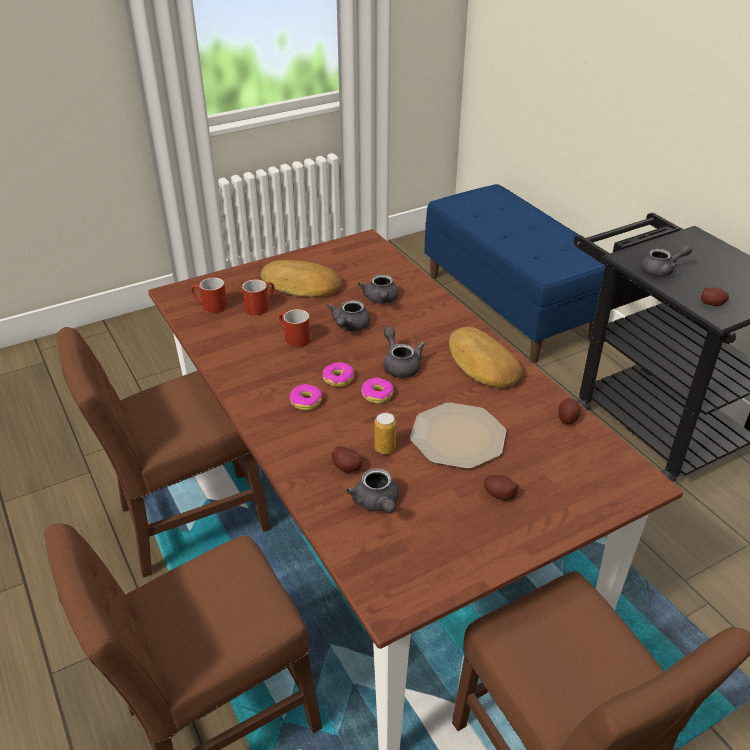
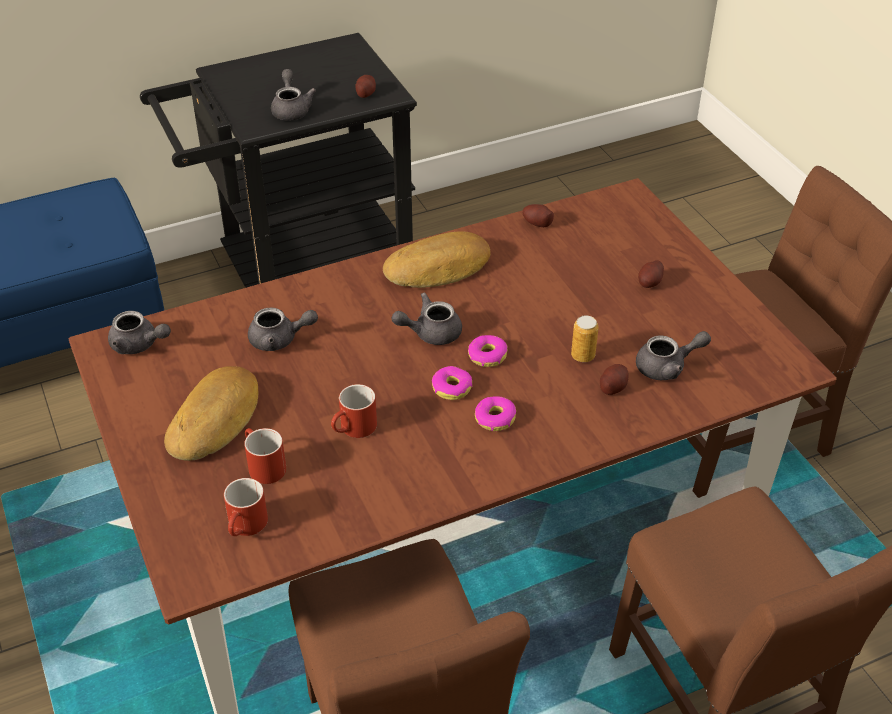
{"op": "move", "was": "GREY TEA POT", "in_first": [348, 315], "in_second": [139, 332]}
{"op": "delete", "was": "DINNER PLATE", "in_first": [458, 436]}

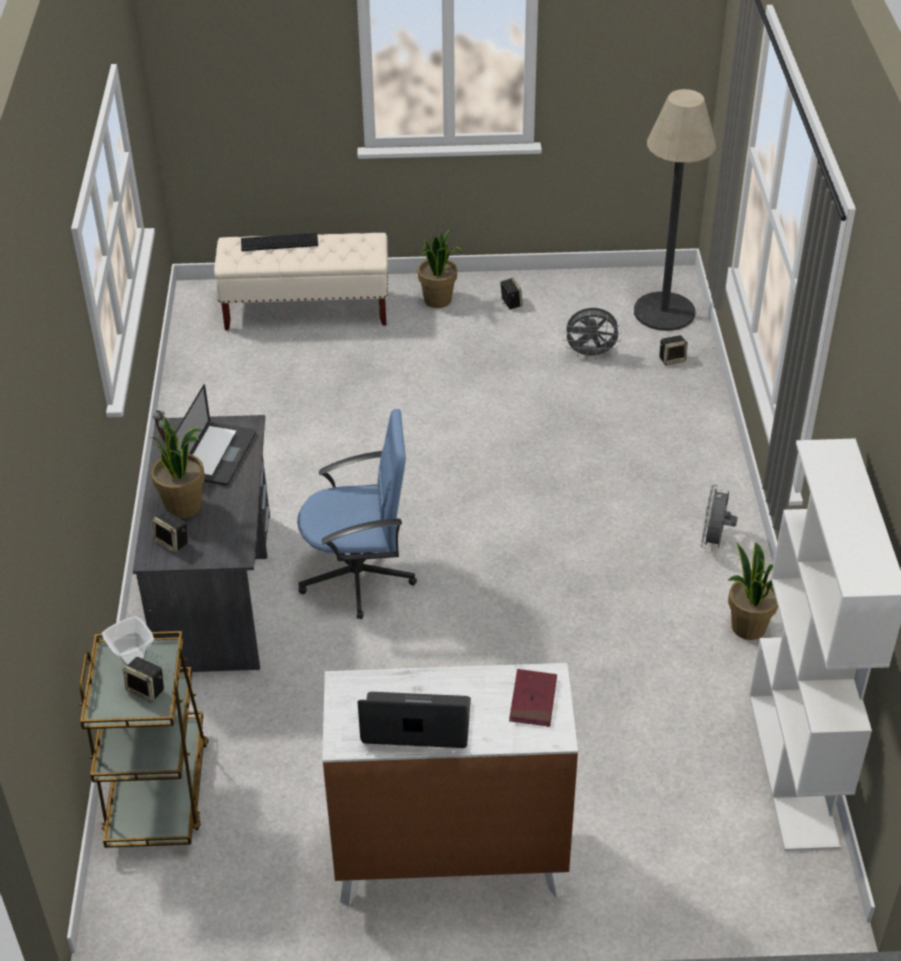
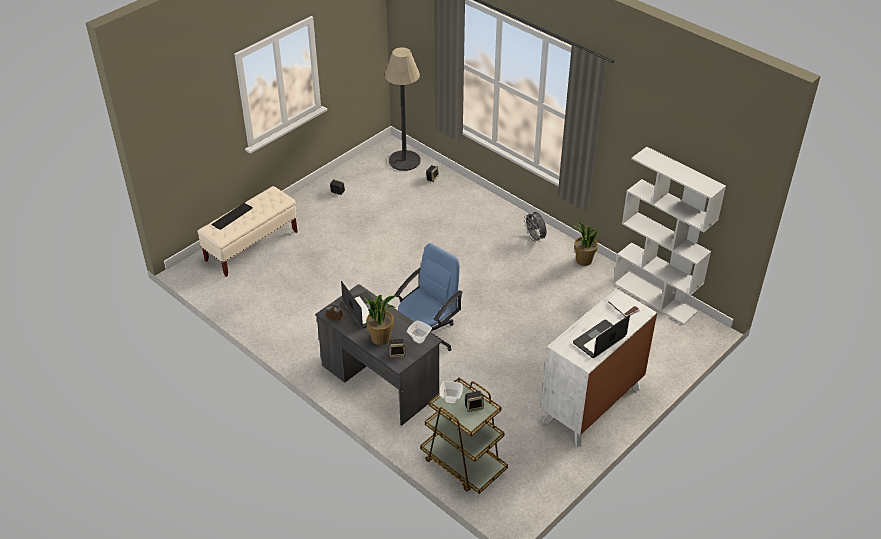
{"op": "delete", "was": "PLANT IN A POT", "in_first": [440, 268]}
{"op": "recolor", "was": "REDDISH BOOK", "now": "WHITE-COLOURED BOOK", "in_first": [533, 698], "in_second": [623, 305]}
{"op": "delete", "was": "GREY FAN", "in_first": [592, 334]}
{"op": "insert", "now": "DEEP DISH", "in_second": [419, 332]}

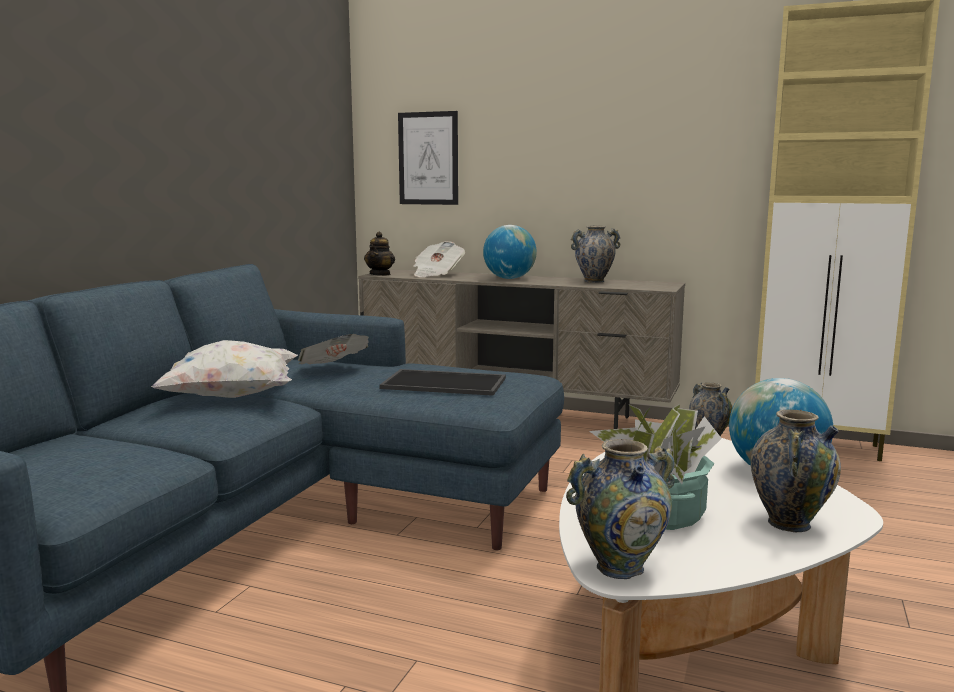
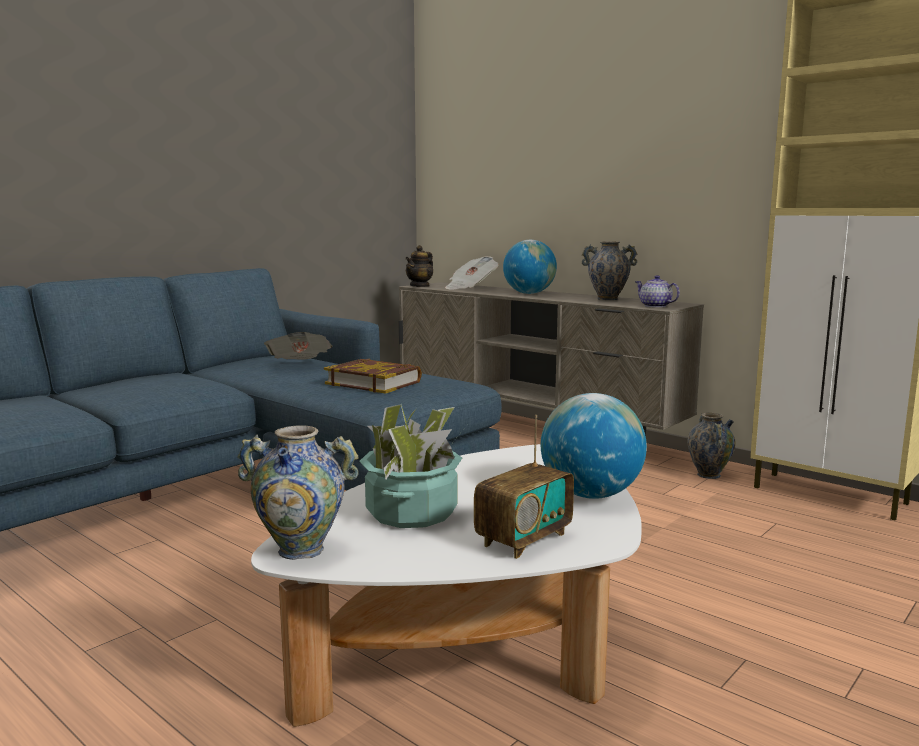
{"op": "delete", "was": "WHITE-COLOURED THROW PILLOW", "in_first": [224, 369]}
{"op": "replace", "was": "TRAY", "now": "BOOK", "in_first": [442, 382], "in_second": [373, 376]}
{"op": "delete", "was": "WALL ART", "in_first": [428, 158]}
{"op": "replace", "was": "FLOWER VASE", "now": "RADIO SET", "in_first": [796, 471], "in_second": [524, 487]}
{"op": "insert", "now": "TEA POT", "in_second": [657, 291]}

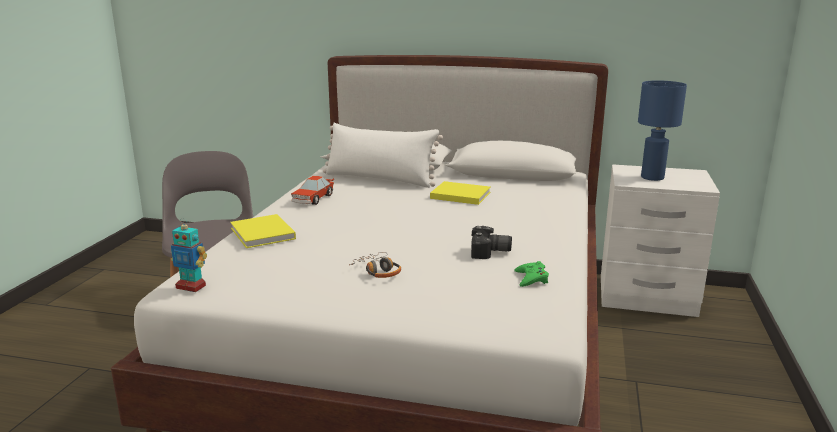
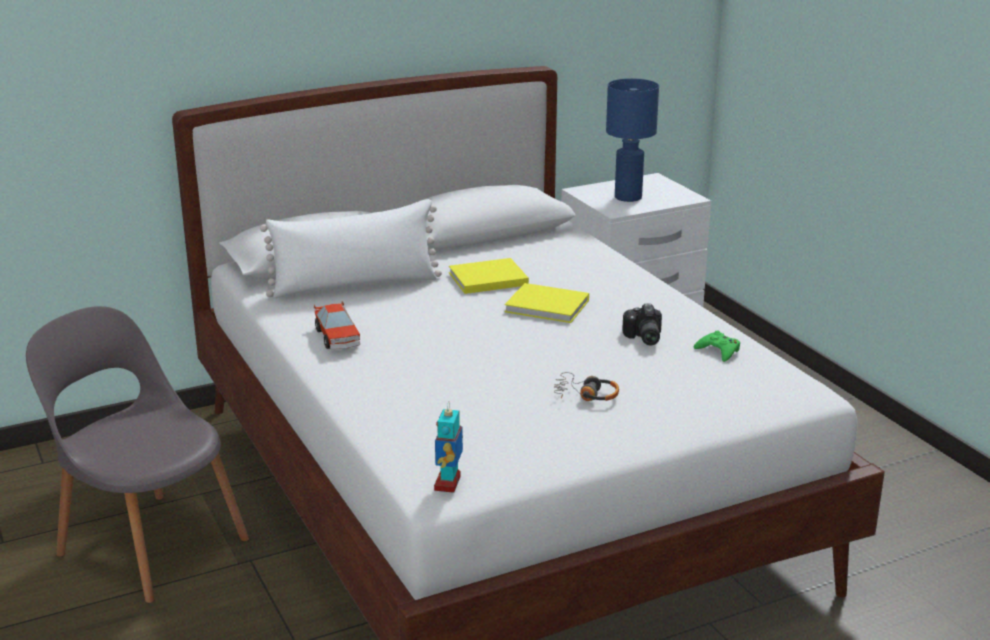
{"op": "rotate", "was": "TOY ROBOT", "in_first": [189, 255], "in_second": [448, 447], "clockwise": 120}
{"op": "move", "was": "YELLOW-COLOURED BOOK", "in_first": [263, 231], "in_second": [546, 303]}
{"op": "rotate", "was": "STILL CAMERA", "in_first": [491, 242], "in_second": [642, 324], "clockwise": 120}

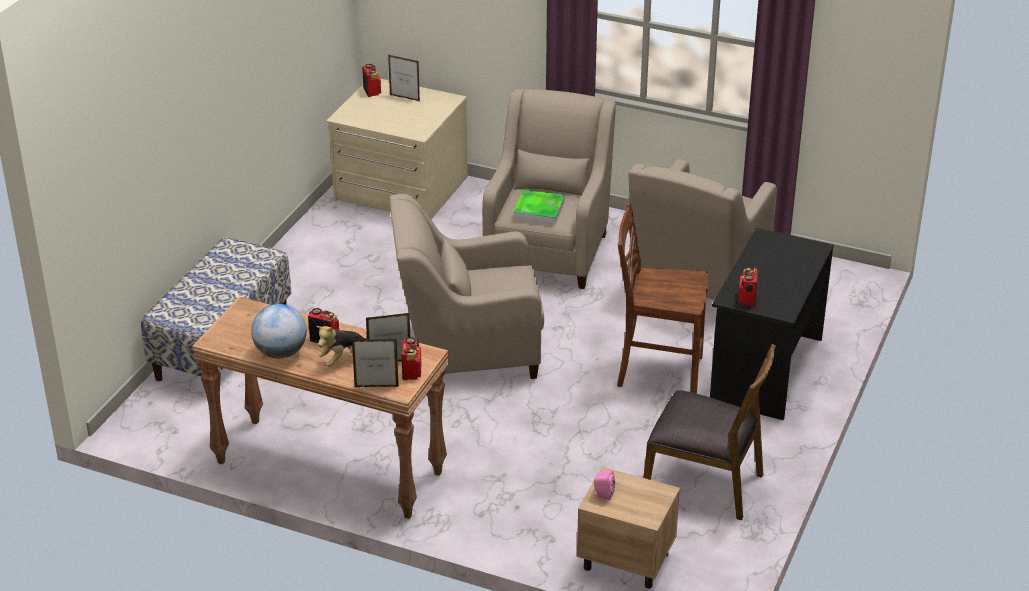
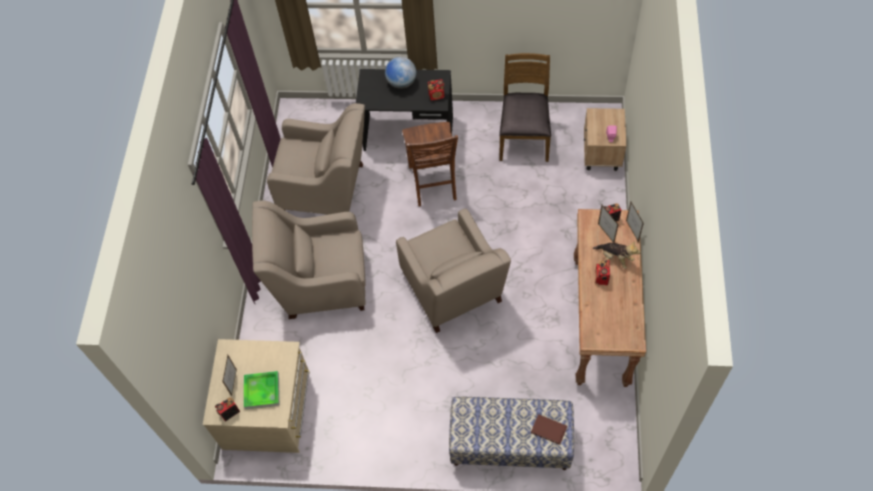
{"op": "move", "was": "GLOBE", "in_first": [279, 331], "in_second": [400, 73]}
{"op": "move", "was": "TRAY", "in_first": [539, 207], "in_second": [262, 390]}
{"op": "insert", "now": "BROWN BOOK", "in_second": [549, 429]}

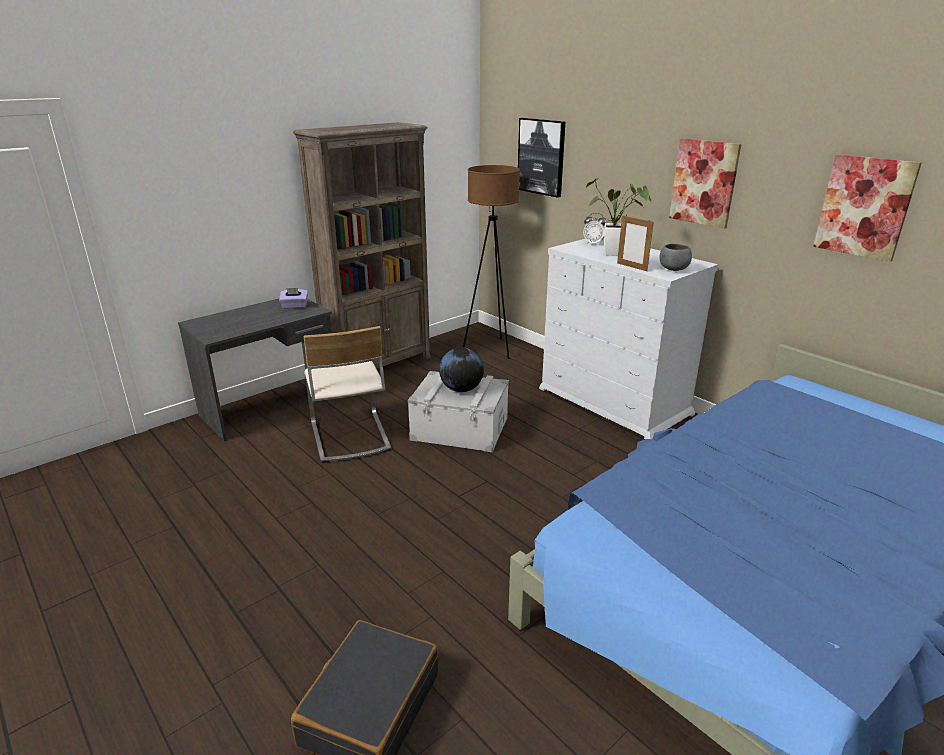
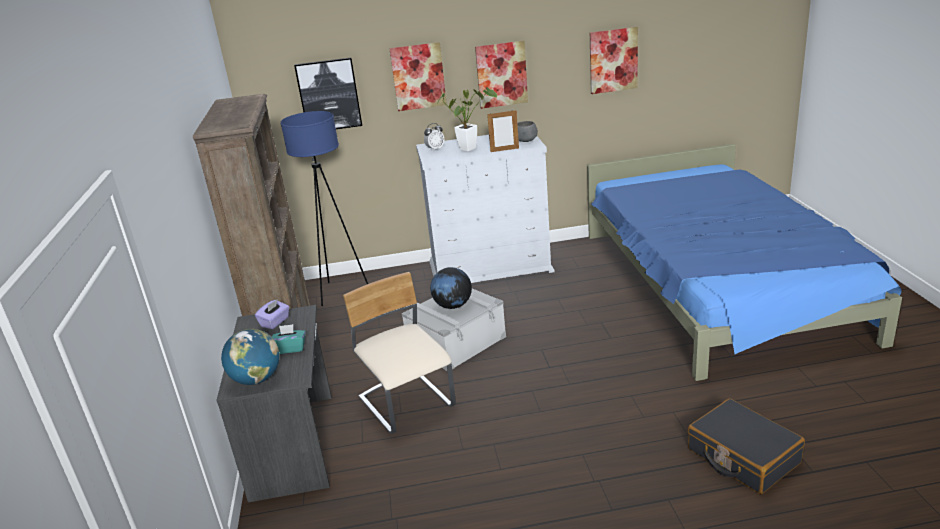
{"op": "rotate", "was": "BEIGE UPRIGHT CHAIR", "in_first": [347, 394], "in_second": [399, 353], "clockwise": -135}
{"op": "recolor", "was": "BROWN FLOOR LAMP", "now": "BLUE FLOOR LAMP", "in_first": [491, 262], "in_second": [324, 208]}
{"op": "insert", "now": "GLOBE", "in_second": [250, 357]}
{"op": "insert", "now": "TURQUOISE TISSUE BOX", "in_second": [289, 339]}
{"op": "insert", "now": "WALL ART", "in_second": [418, 76]}

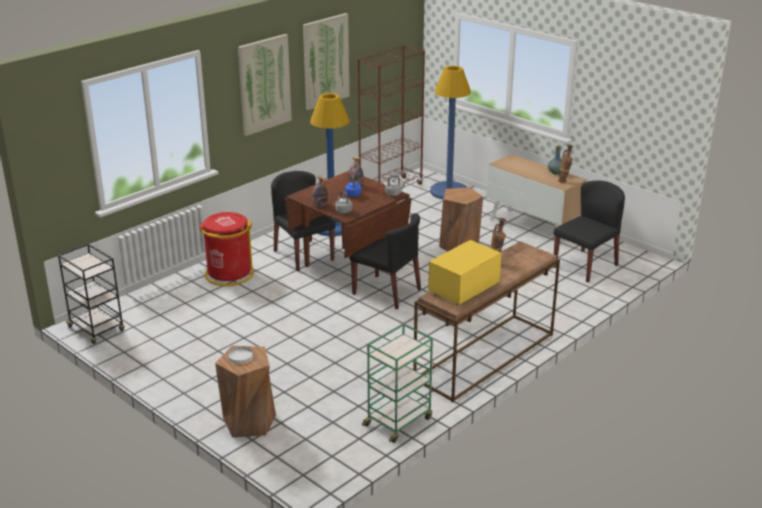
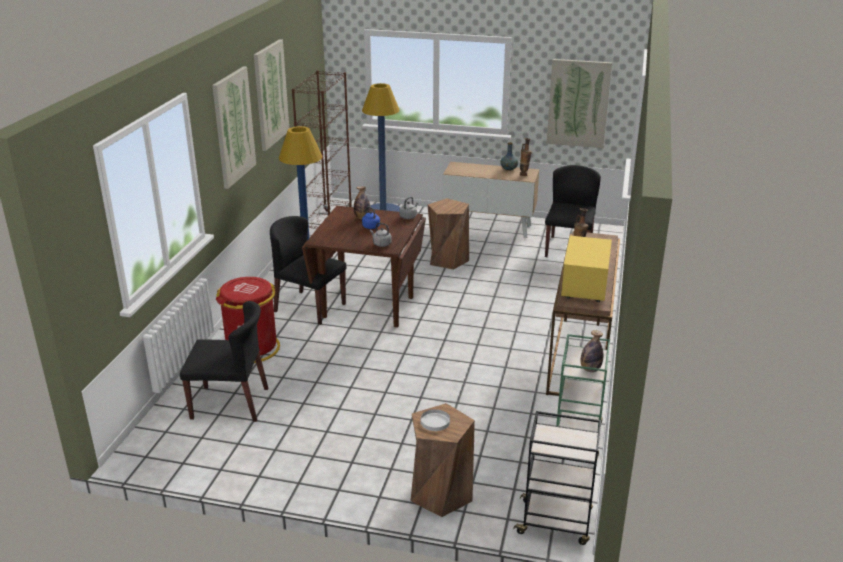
{"op": "move", "was": "BLACKISH CART", "in_first": [91, 294], "in_second": [557, 478]}
{"op": "move", "was": "DRINK BOTTLE", "in_first": [320, 190], "in_second": [592, 351]}
{"op": "move", "was": "BLACKISH UPRIGHT CHAIR", "in_first": [385, 261], "in_second": [224, 361]}
{"op": "insert", "now": "WALL ART", "in_second": [579, 103]}

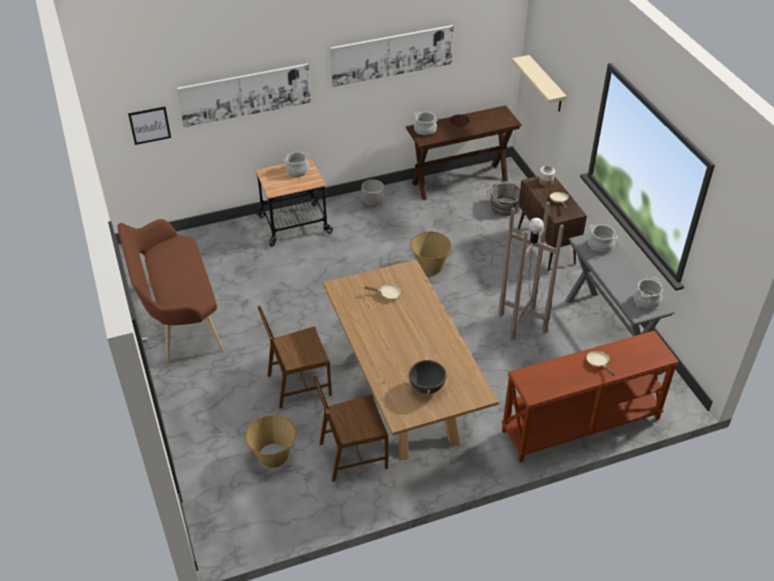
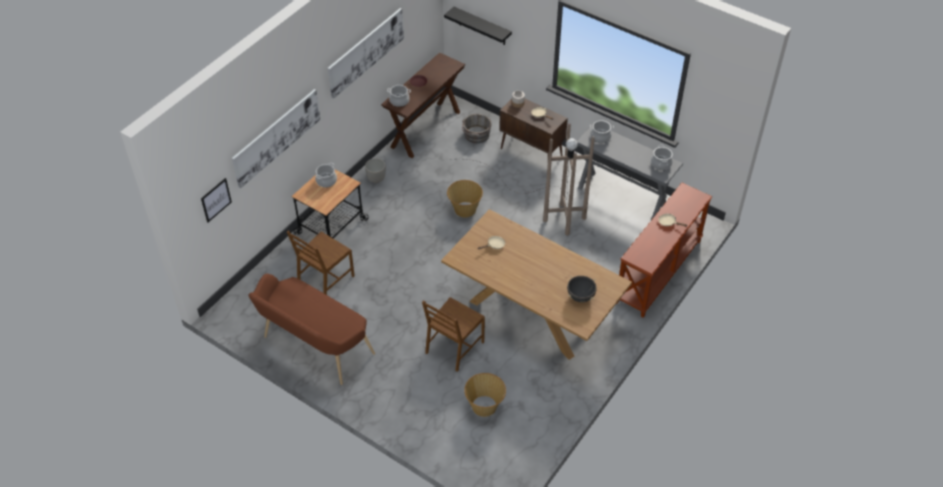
{"op": "move", "was": "BROWN UPRIGHT CHAIR", "in_first": [350, 428], "in_second": [321, 263]}
{"op": "recolor", "was": "BEIGE WALL SHELF", "now": "BLACKISH WALL SHELF", "in_first": [539, 83], "in_second": [478, 26]}

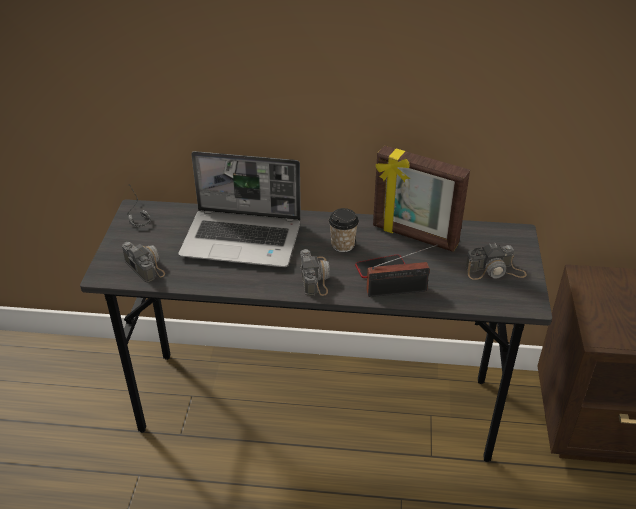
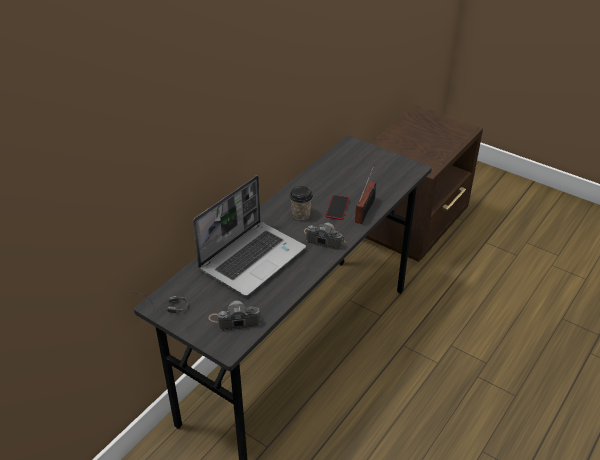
{"op": "delete", "was": "STANDING FRAME", "in_first": [421, 198]}
{"op": "delete", "was": "STILL CAMERA", "in_first": [496, 261]}

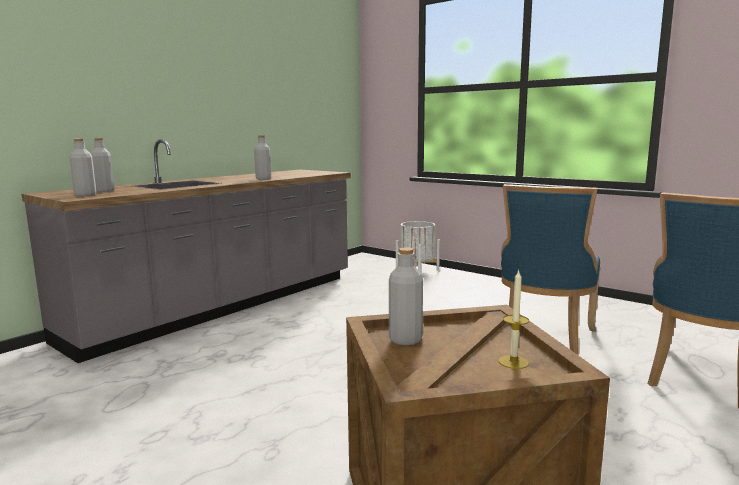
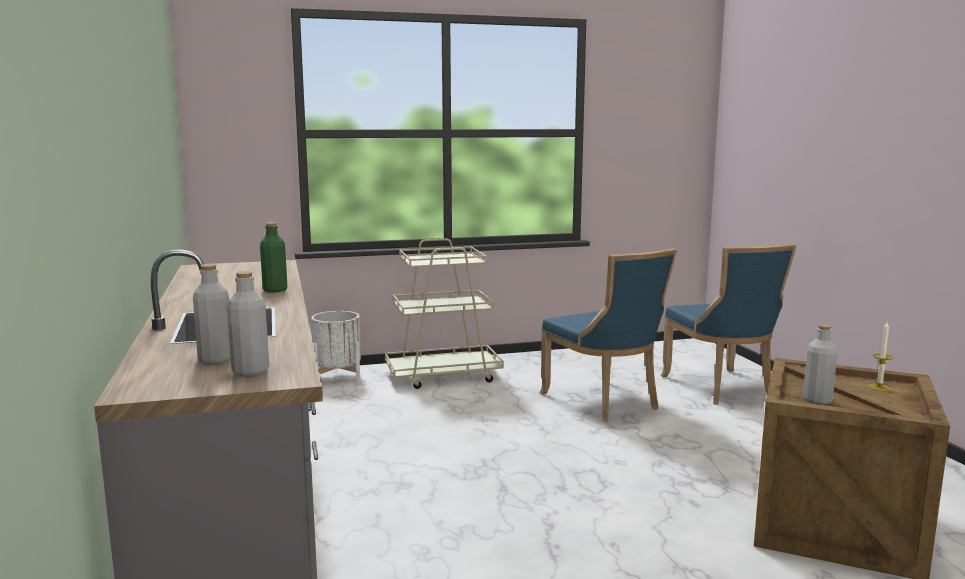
{"op": "recolor", "was": "GREY DRINK BOTTLE", "now": "GREENISH DRINK BOTTLE", "in_first": [262, 157], "in_second": [273, 257]}
{"op": "insert", "now": "BEIGE CART", "in_second": [444, 313]}

